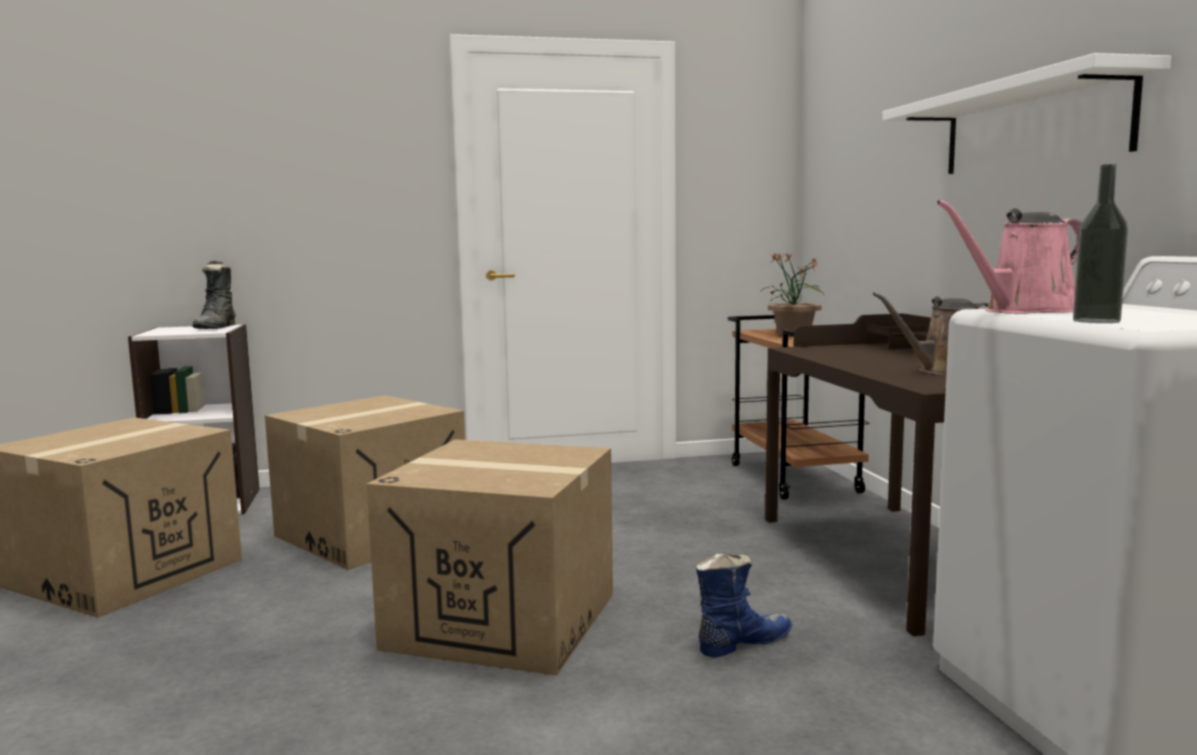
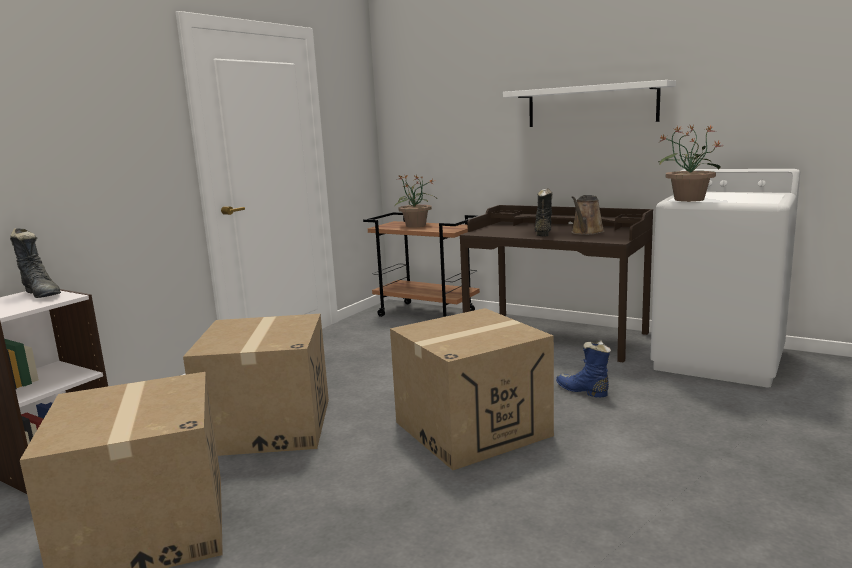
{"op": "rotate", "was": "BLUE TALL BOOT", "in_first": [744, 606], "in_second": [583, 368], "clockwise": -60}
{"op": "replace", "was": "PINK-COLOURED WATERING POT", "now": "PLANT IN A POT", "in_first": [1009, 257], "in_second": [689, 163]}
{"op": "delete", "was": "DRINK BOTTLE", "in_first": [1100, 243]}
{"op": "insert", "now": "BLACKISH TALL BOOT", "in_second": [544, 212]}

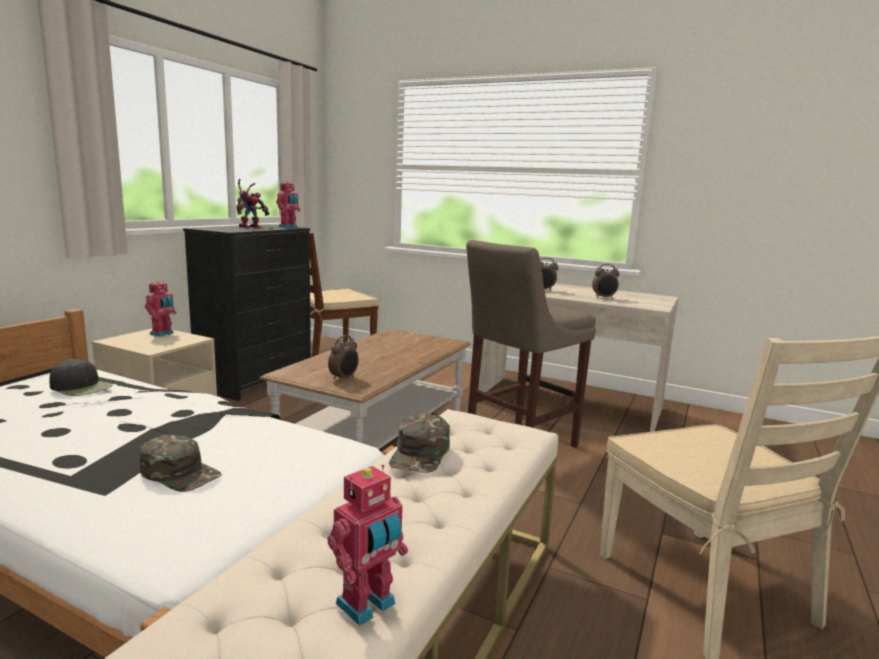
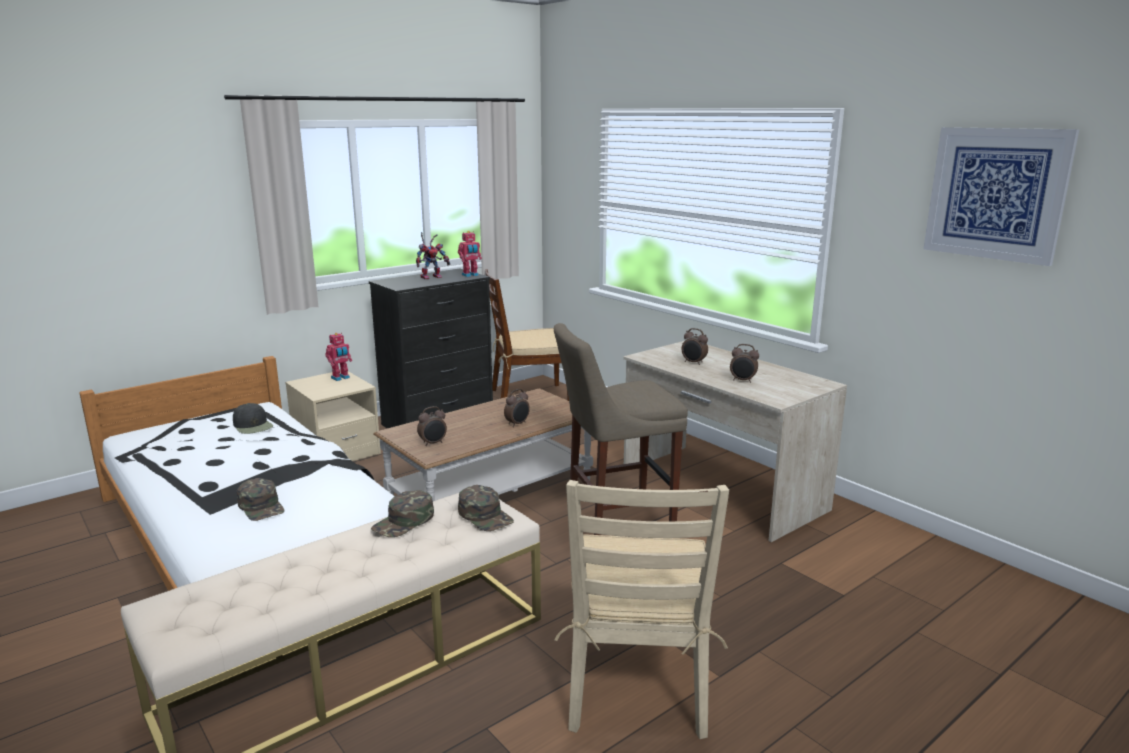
{"op": "delete", "was": "TOY ROBOT", "in_first": [368, 545]}
{"op": "insert", "now": "GREENISH PEAKED CAP", "in_second": [486, 508]}
{"op": "insert", "now": "TABLE CLOCK", "in_second": [517, 408]}
{"op": "insert", "now": "WALL ART", "in_second": [1001, 196]}

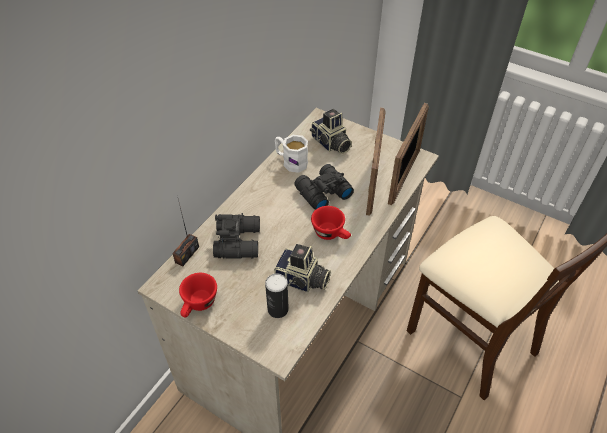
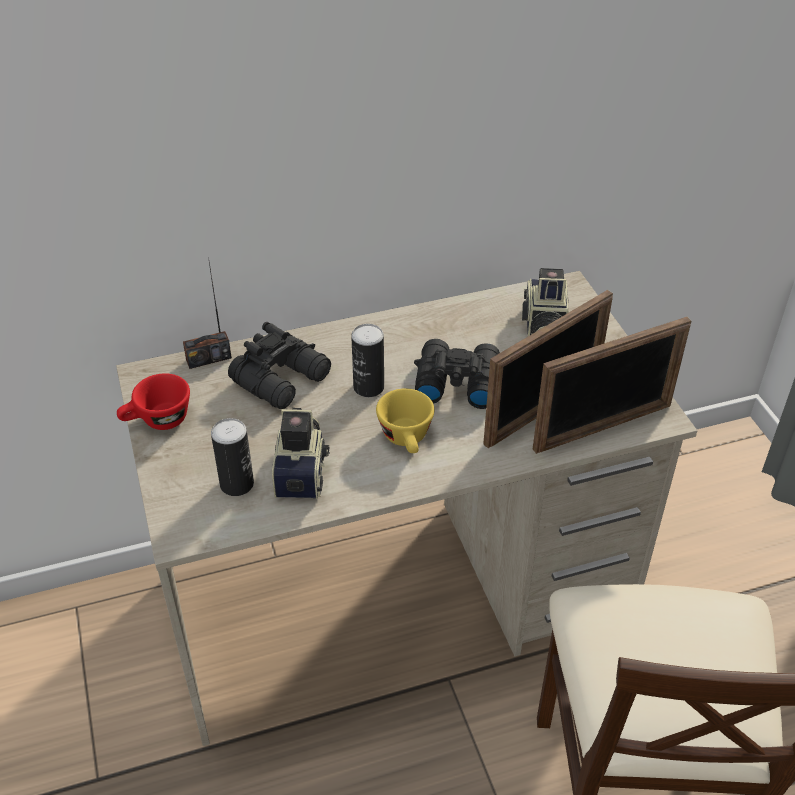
{"op": "rotate", "was": "STILL CAMERA", "in_first": [302, 268], "in_second": [301, 453], "clockwise": -150}
{"op": "delete", "was": "WHITE-COLOURED MUG", "in_first": [291, 154]}
{"op": "recolor", "was": "REDDISH SMALL CUP", "now": "YELLOW-COLOURED SMALL CUP", "in_first": [331, 223], "in_second": [405, 420]}
{"op": "insert", "now": "CAN", "in_second": [367, 360]}

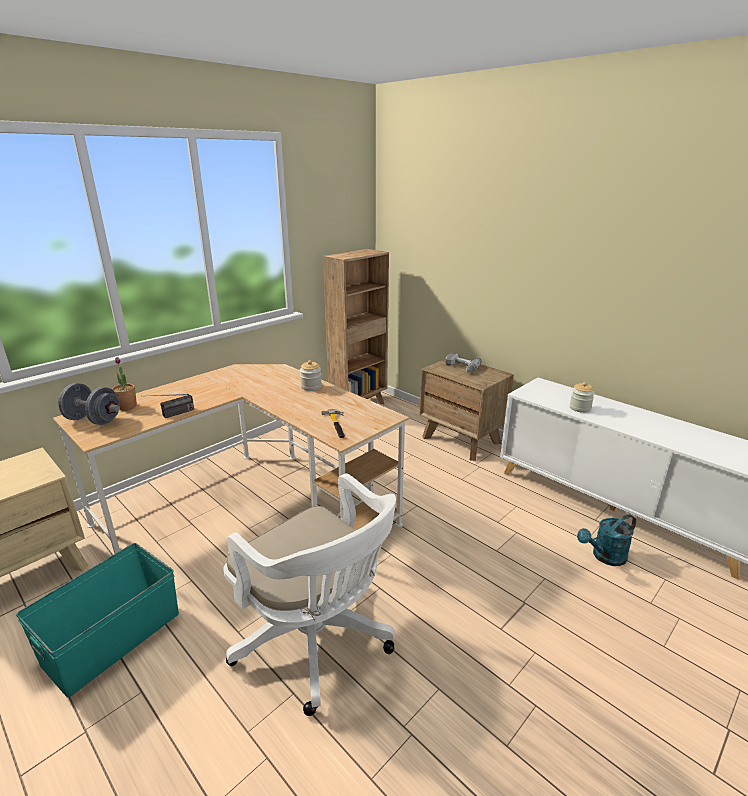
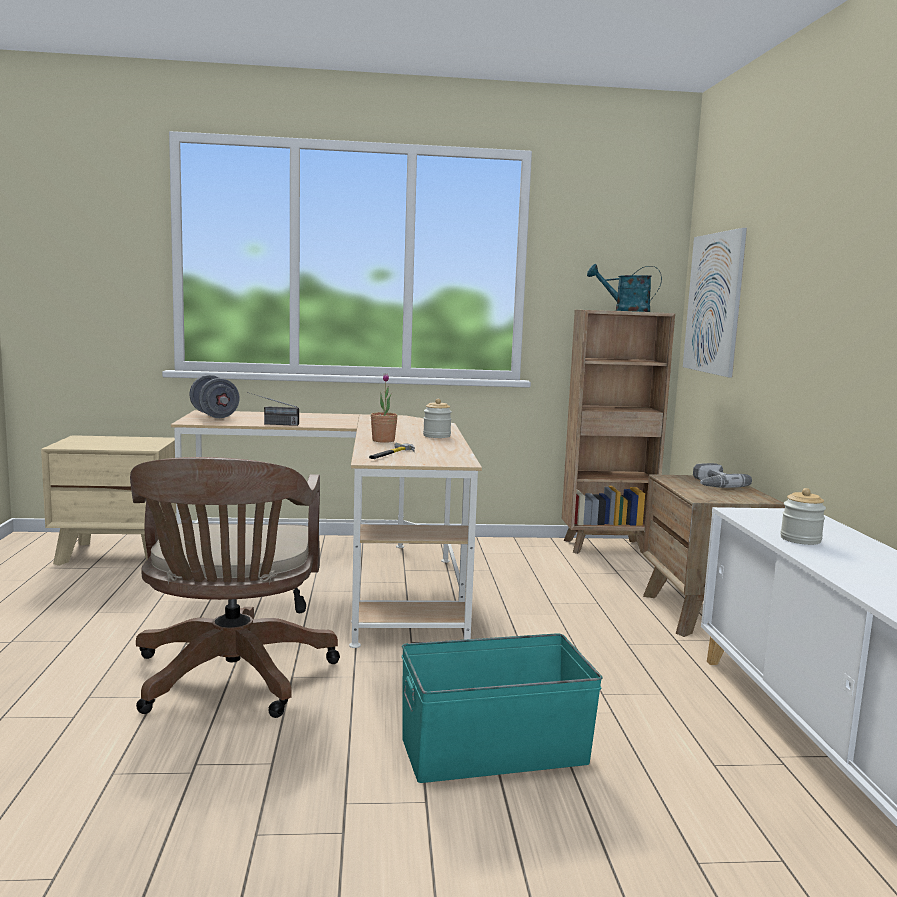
{"op": "move", "was": "TURQUOISE STORAGE BOX", "in_first": [97, 620], "in_second": [502, 708]}
{"op": "move", "was": "PLANT IN A POT", "in_first": [124, 384], "in_second": [384, 408]}
{"op": "recolor", "was": "WHITE-COLOURED OFFICE CHAIR", "now": "BROWN OFFICE CHAIR", "in_first": [309, 594], "in_second": [235, 587]}
{"op": "move", "was": "TURQUOISE WATERING POT", "in_first": [606, 540], "in_second": [624, 288]}
{"op": "insert", "now": "WALL ART", "in_second": [715, 303]}

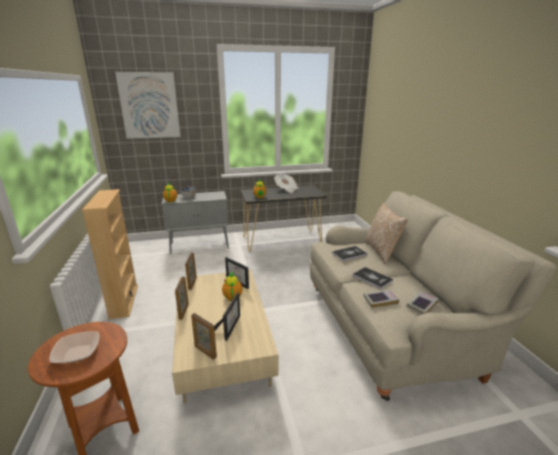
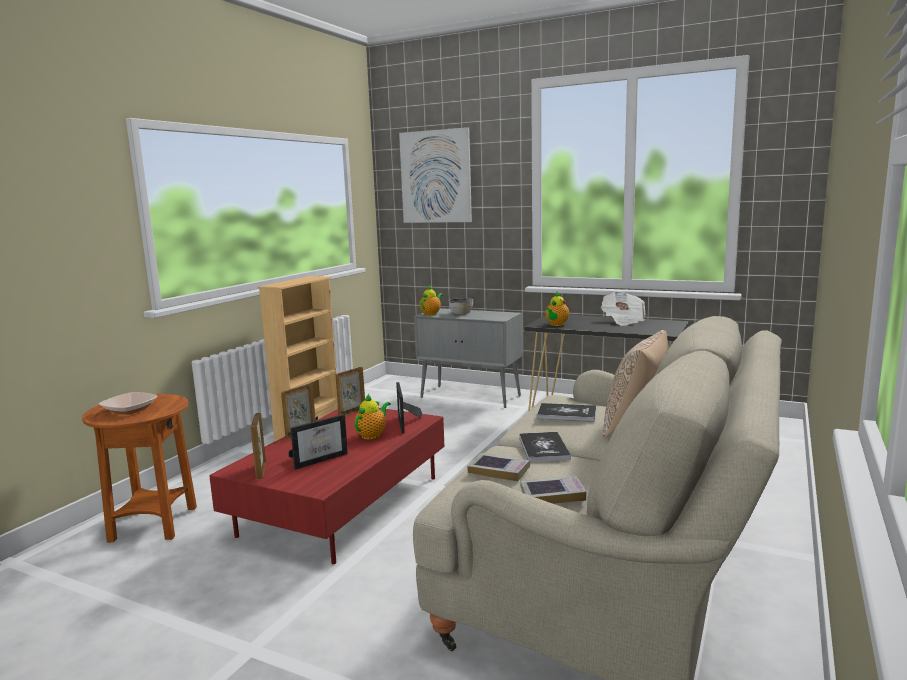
{"op": "recolor", "was": "BEIGE COFFEE TABLE", "now": "REDDISH COFFEE TABLE", "in_first": [225, 337], "in_second": [326, 486]}

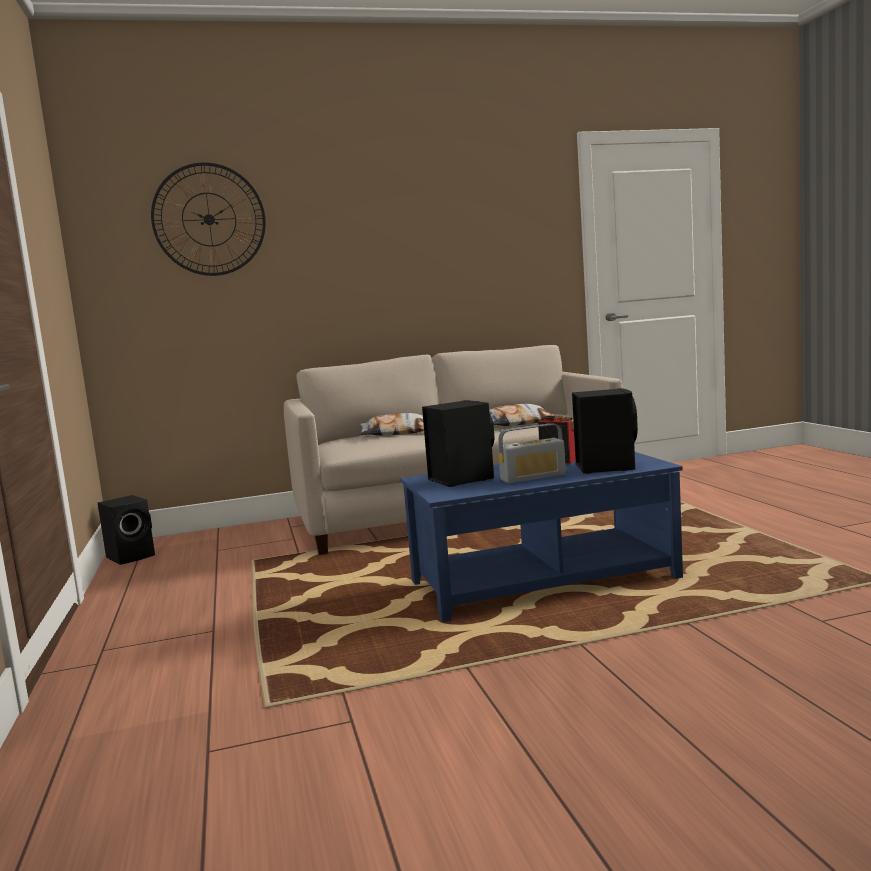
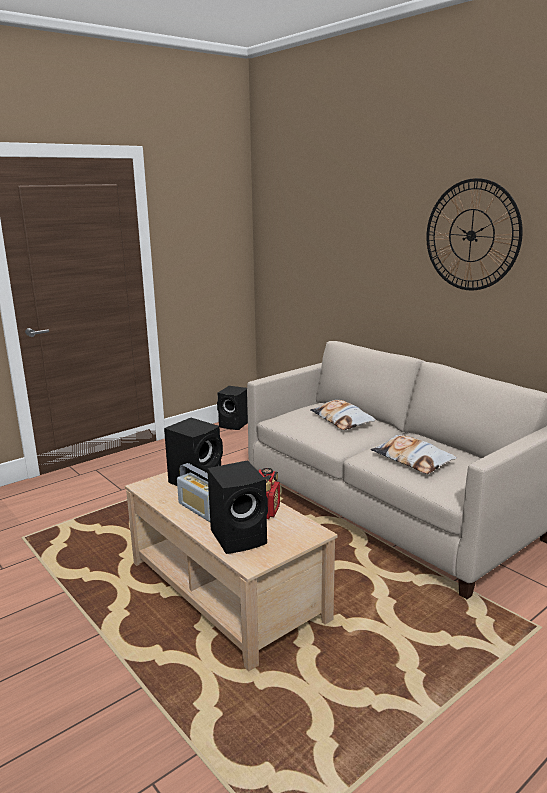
{"op": "move", "was": "HANGING CLOCK", "in_first": [208, 219], "in_second": [474, 234]}
{"op": "recolor", "was": "BLUE COFFEE TABLE", "now": "BEIGE COFFEE TABLE", "in_first": [541, 537], "in_second": [231, 571]}

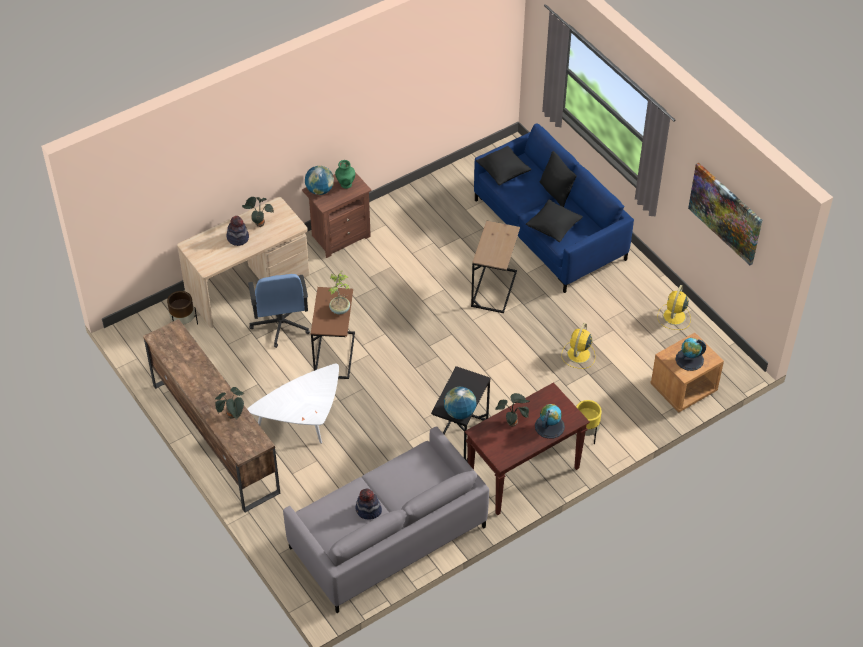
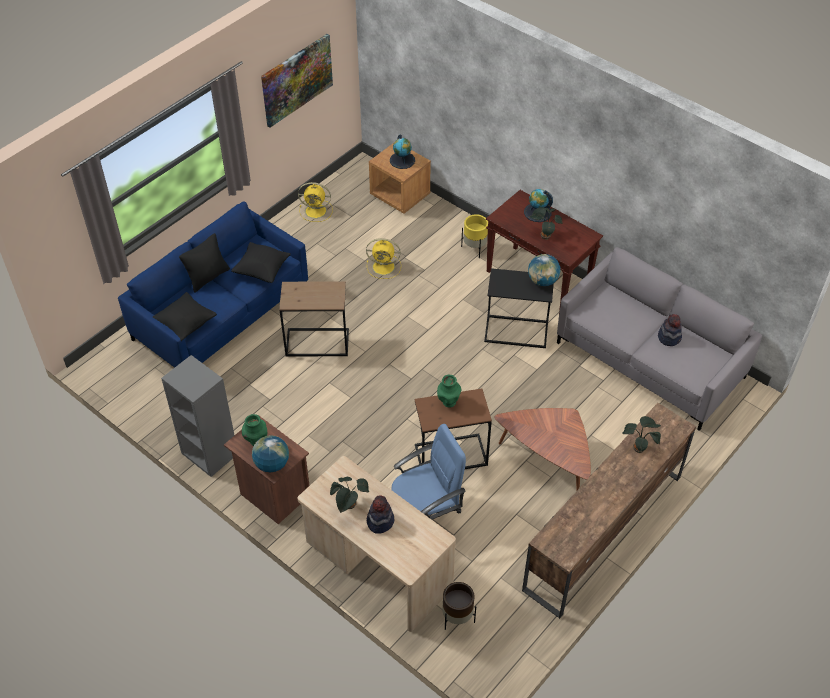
{"op": "recolor", "was": "WHITE-COLOURED COFFEE TABLE", "now": "BROWN COFFEE TABLE", "in_first": [293, 403], "in_second": [543, 449]}
{"op": "replace", "was": "PLANT IN A POT", "now": "GREENISH FLOWER VASE", "in_first": [339, 292], "in_second": [449, 391]}
{"op": "insert", "now": "GREY SHELVING UNIT", "in_second": [198, 416]}

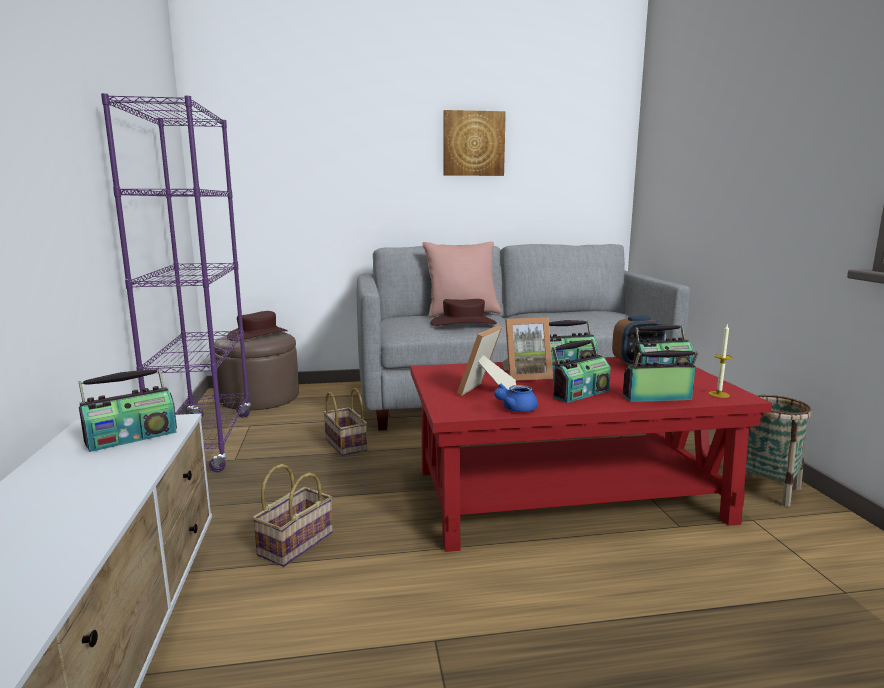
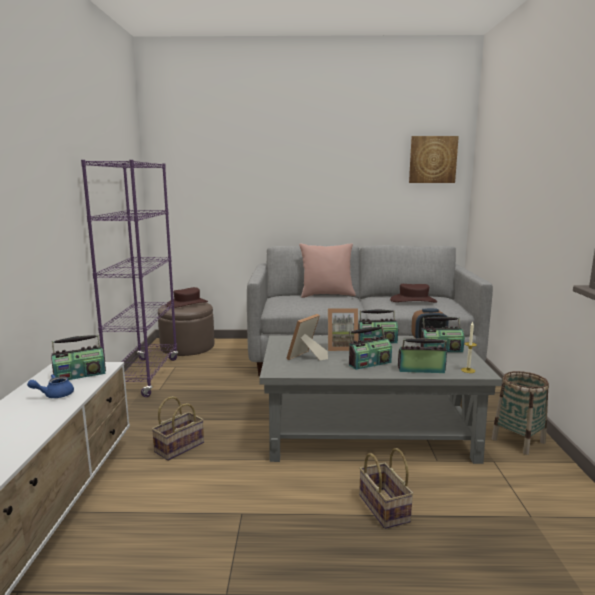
{"op": "move", "was": "BASKET", "in_first": [345, 422], "in_second": [386, 488]}
{"op": "recolor", "was": "REDDISH COFFEE TABLE", "now": "GREY COFFEE TABLE", "in_first": [591, 454], "in_second": [380, 400]}
{"op": "move", "was": "BROWN CLOTHING HAT", "in_first": [463, 312], "in_second": [413, 293]}
{"op": "move", "was": "WALL ART", "in_first": [474, 143], "in_second": [434, 159]}
{"op": "move", "was": "BLUE TEA POT", "in_first": [516, 398], "in_second": [50, 386]}

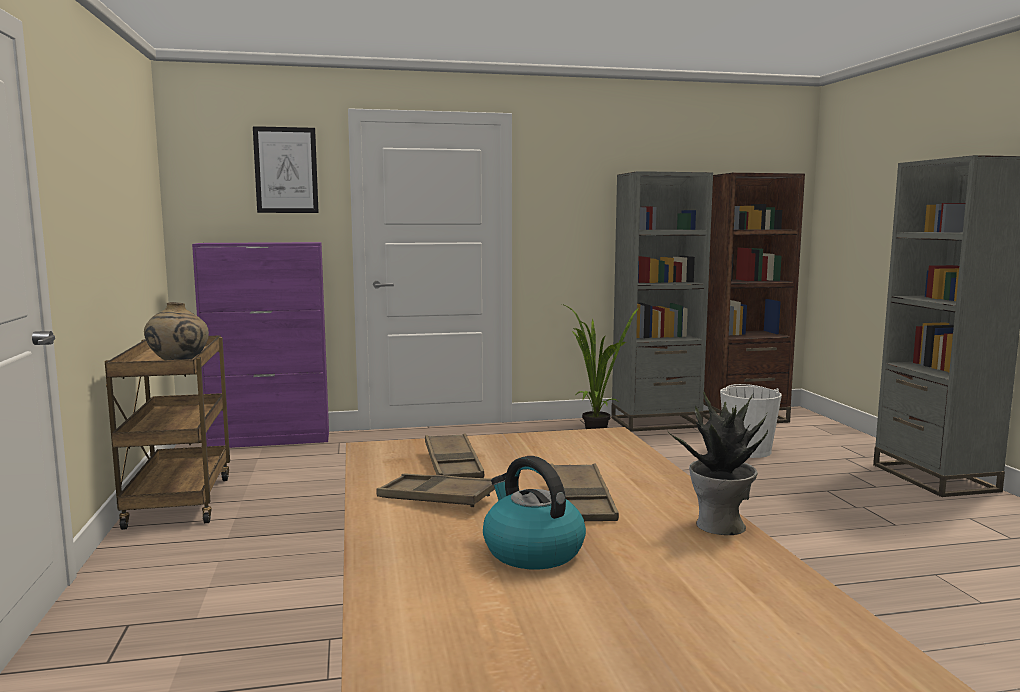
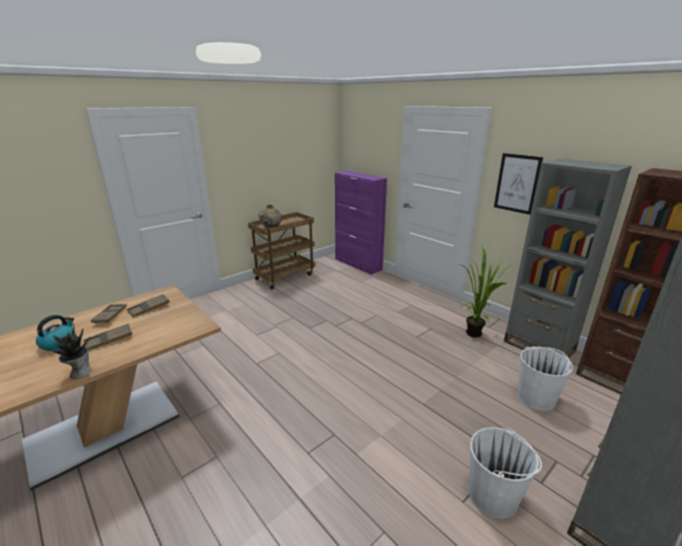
{"op": "move", "was": "WALL ART", "in_first": [286, 169], "in_second": [518, 184]}
{"op": "insert", "now": "WHITE-COLOURED BUCKET", "in_second": [505, 473]}

